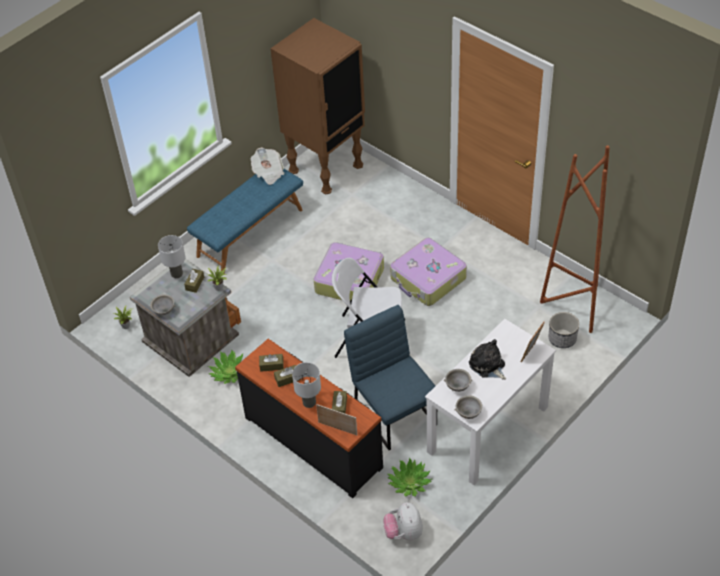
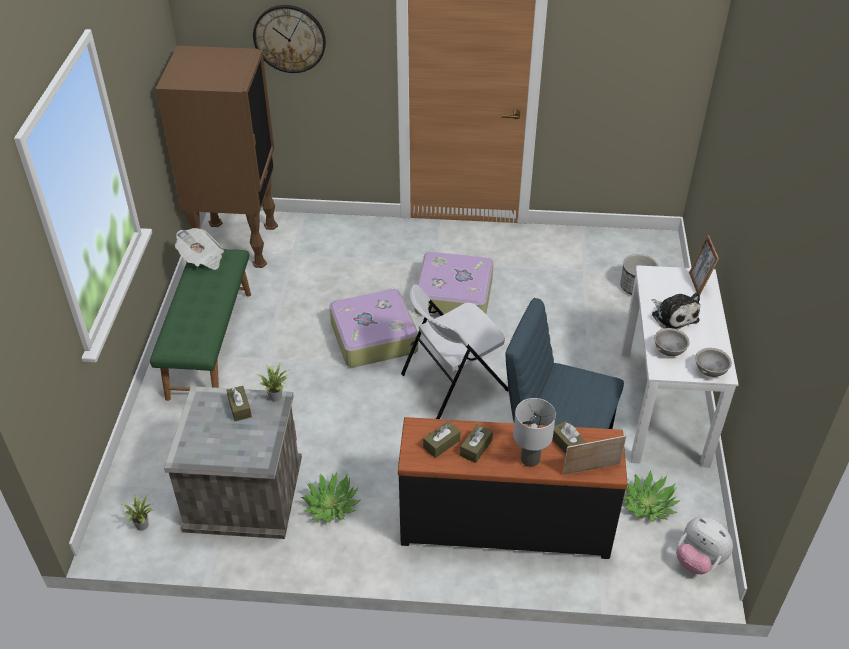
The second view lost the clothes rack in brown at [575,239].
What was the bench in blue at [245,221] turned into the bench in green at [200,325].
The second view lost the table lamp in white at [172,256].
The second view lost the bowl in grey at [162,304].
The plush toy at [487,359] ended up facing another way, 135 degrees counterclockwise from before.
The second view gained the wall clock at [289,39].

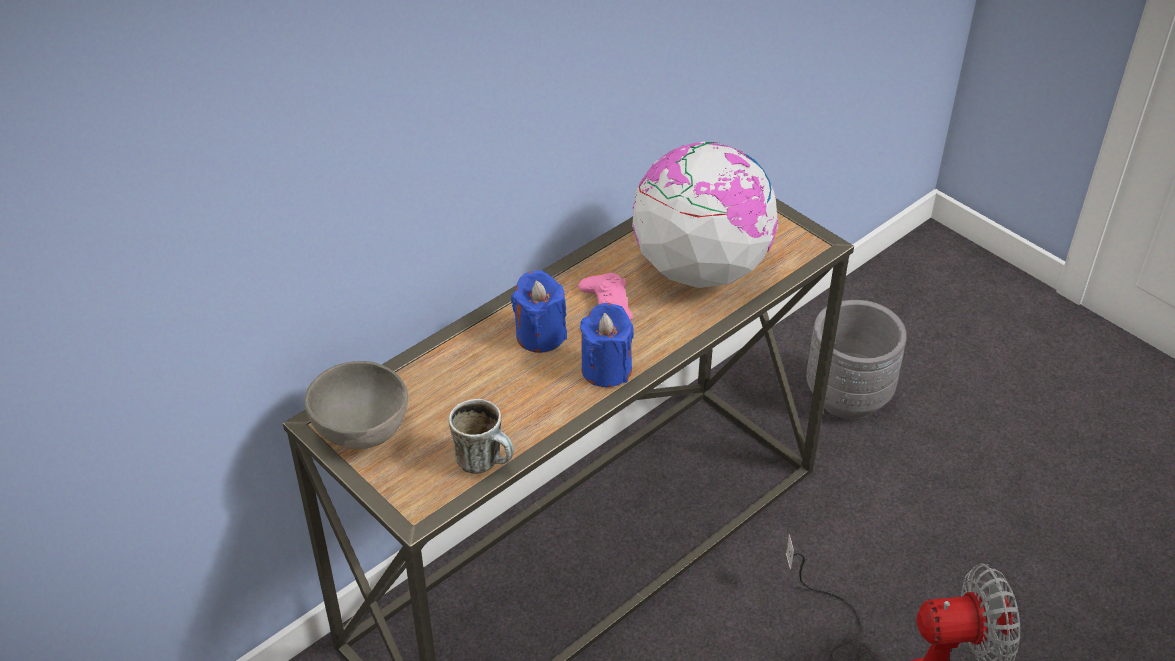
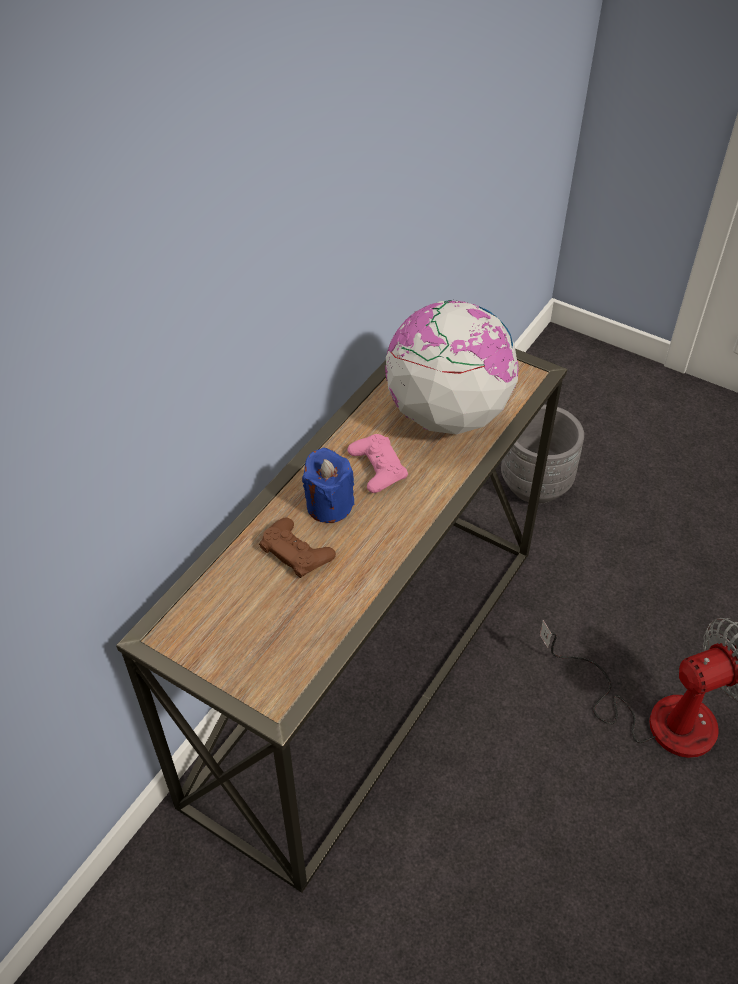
The second view lost the candle in blue at [607,345].
The second view lost the bowl in grey at [356,405].
The second view lost the mug at [481,436].
The second view gained the game controller in brown at [297,548].

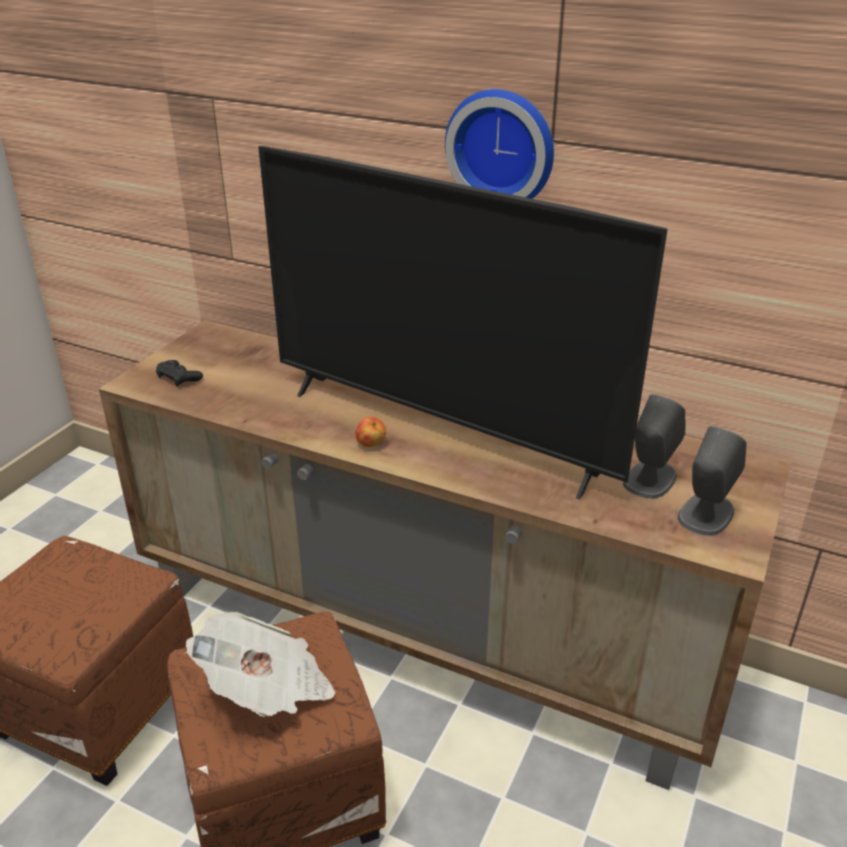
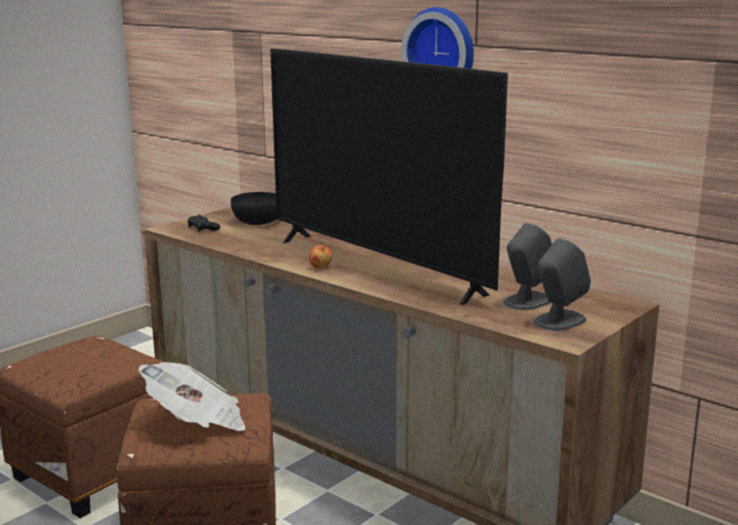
The second view gained the bowl in black at [254,208].

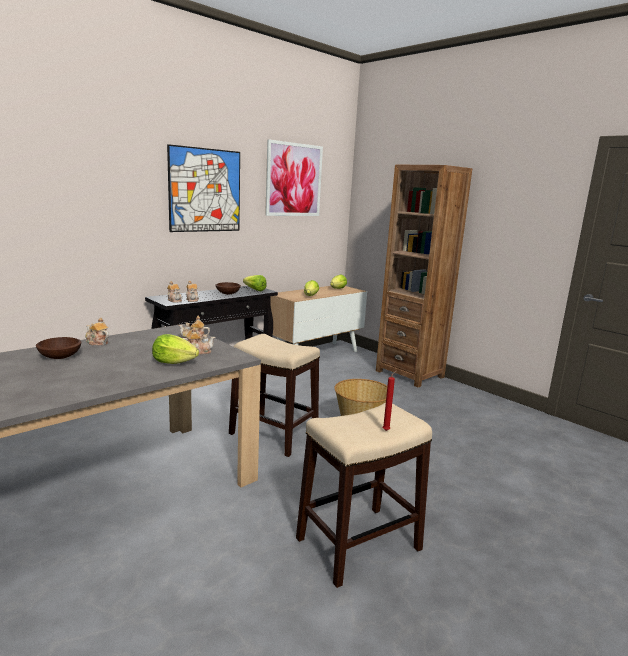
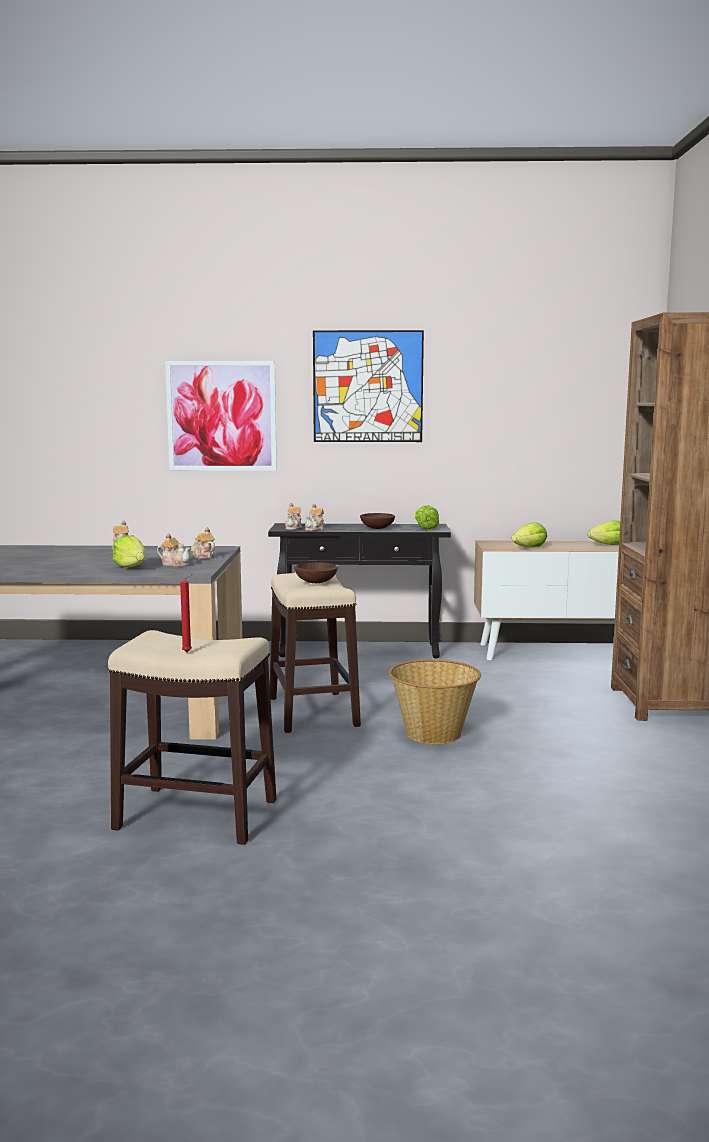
The picture ended up elsewhere, having gone from [294,177] to [221,416].
The bowl in brown ended up elsewhere, having gone from [58,348] to [316,572].

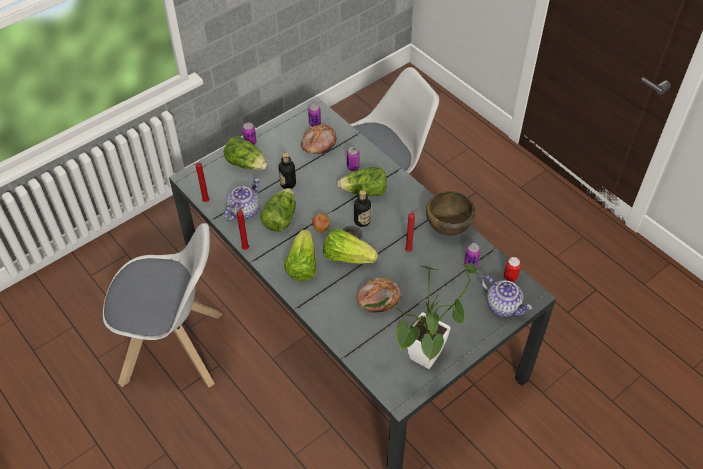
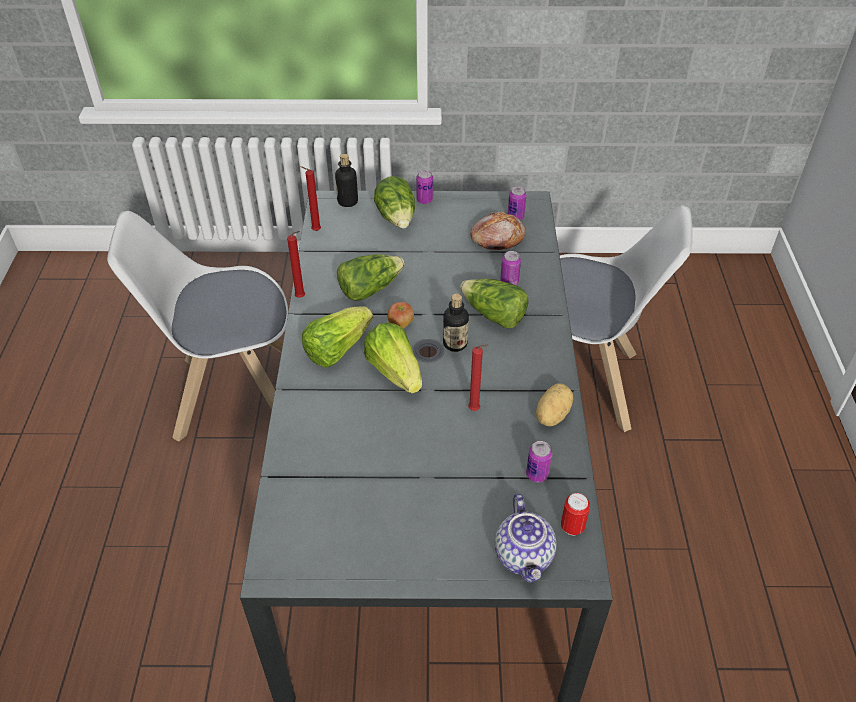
The bottle ended up elsewhere, having gone from [287,171] to [346,180].
The second view lost the teapot at [242,200].
Where the bowl in brown stood at [450,213], the potato came to stand at [554,405].
The chair at [163,305] ended up facing another way, 135 degrees clockwise from before.
The second view lost the potted plant at [419,316].
The second view lost the bread at [378,295].

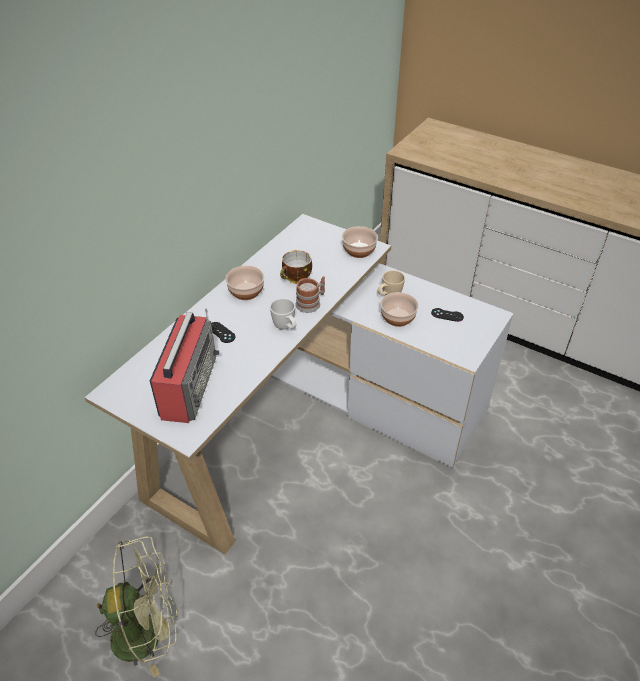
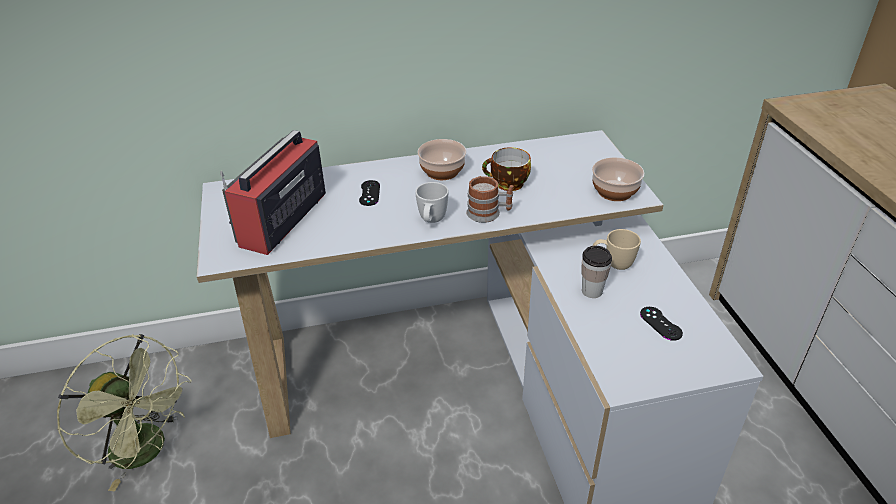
Where the bowl stood at [399,309], the cup came to stand at [596,272].
The radio at [184,365] ended up facing another way, 150 degrees clockwise from before.

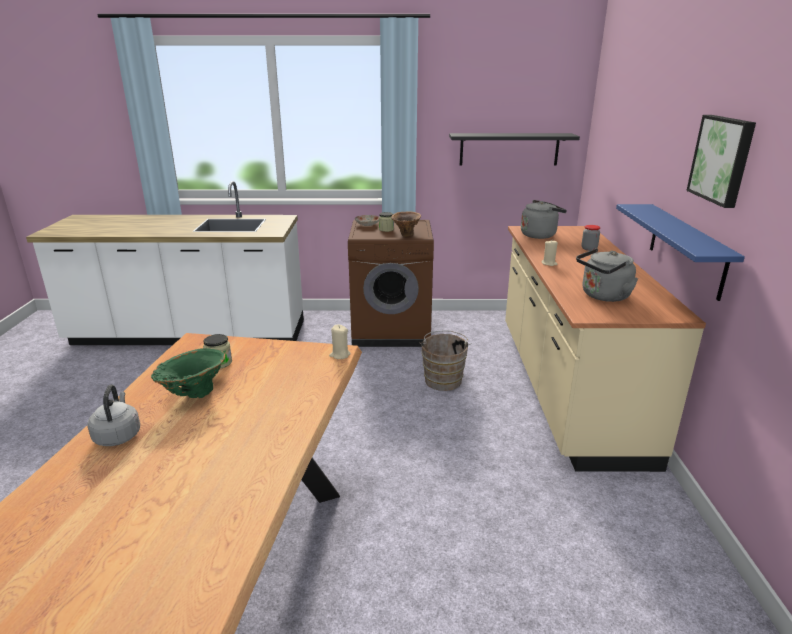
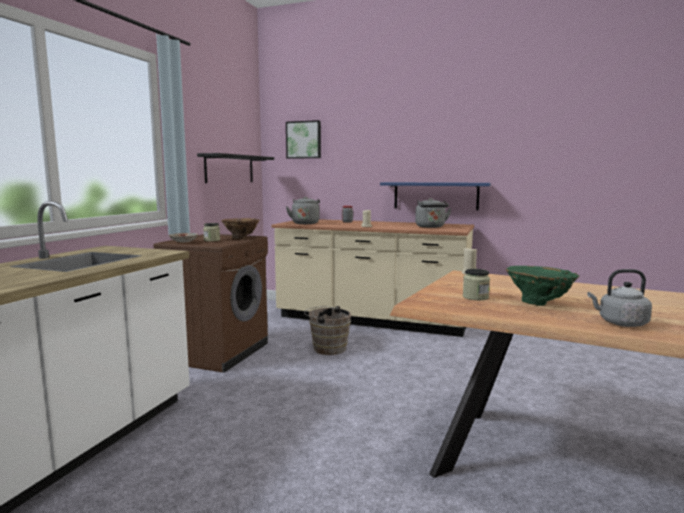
The picture ended up elsewhere, having gone from [721,161] to [303,139].

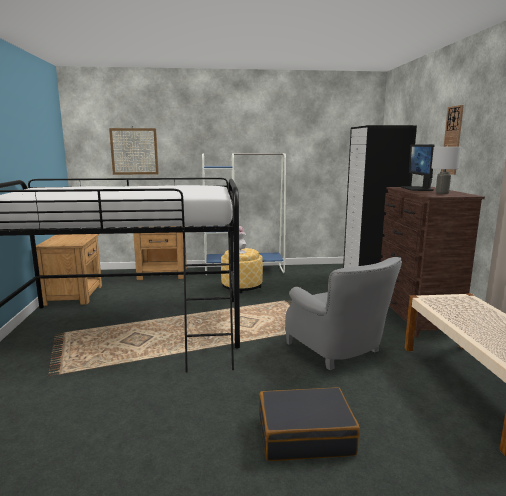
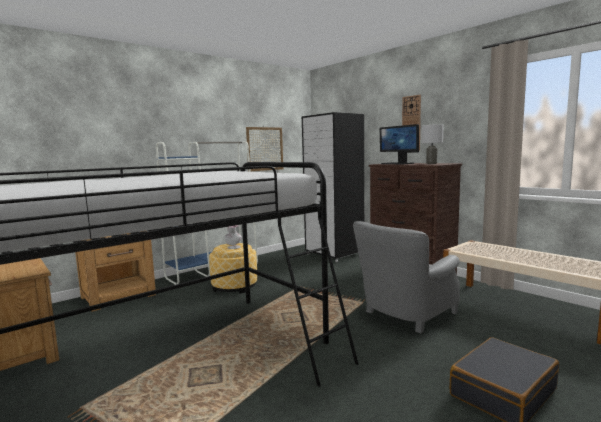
The picture ended up elsewhere, having gone from [134,151] to [264,149].
The armchair in grey at [343,313] ended up facing another way, 120 degrees clockwise from before.

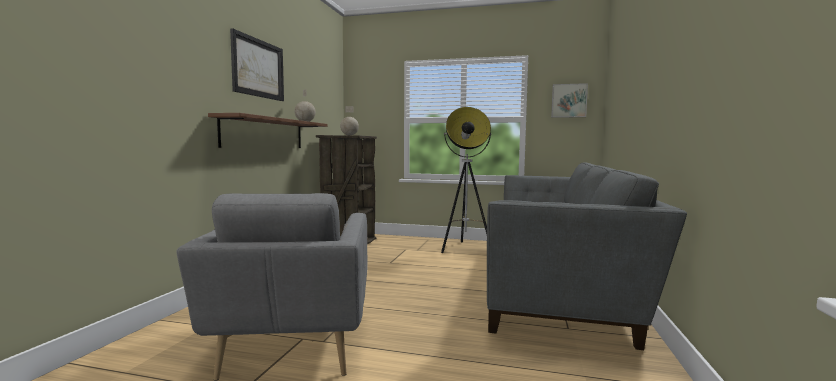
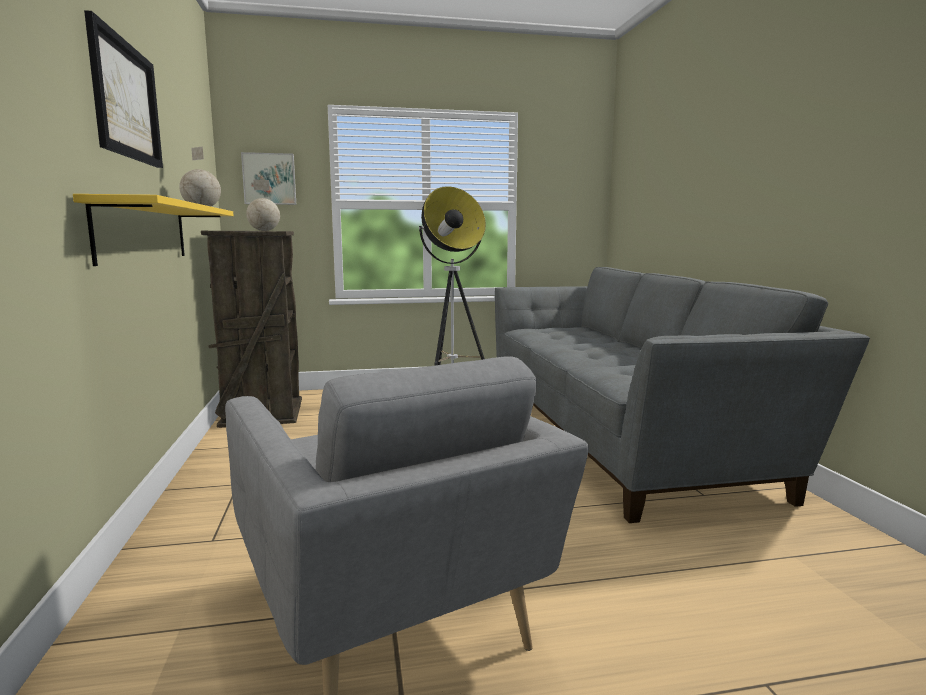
The picture ended up elsewhere, having gone from [569,100] to [268,178].
What was the shelf in brown at [267,130] turned into the shelf in yellow at [153,230].

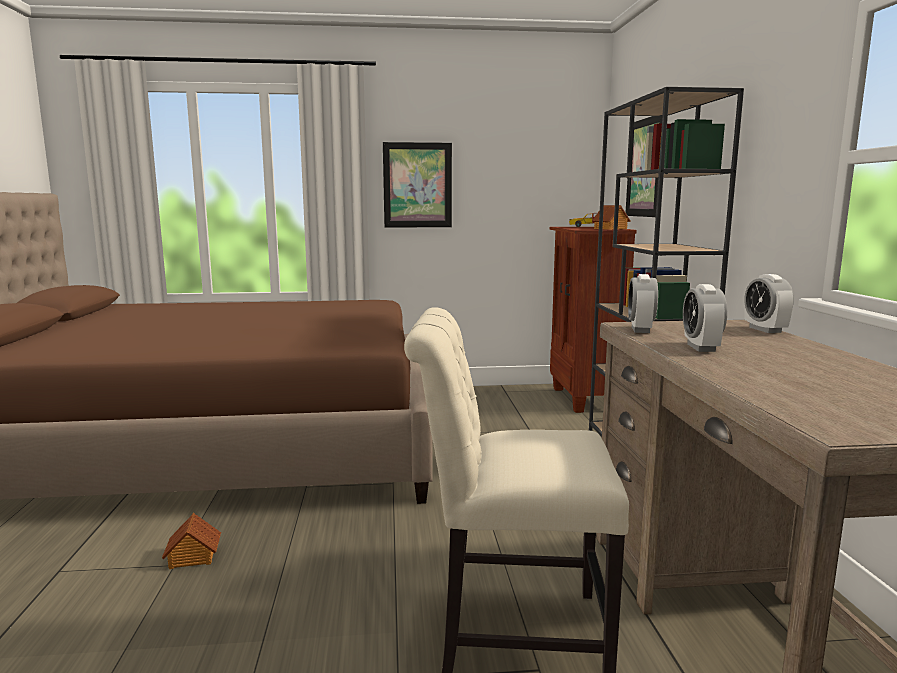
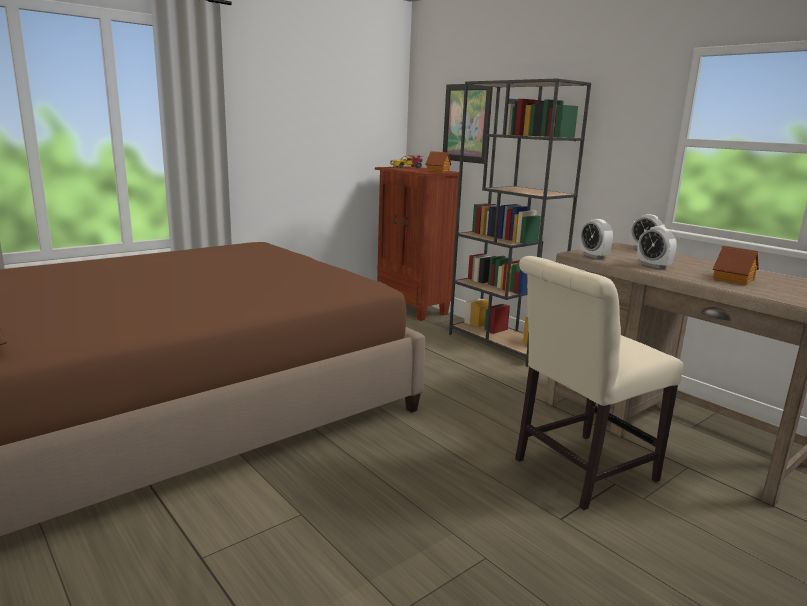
The second view lost the picture at [417,184].
The toy house ended up elsewhere, having gone from [191,541] to [736,265].

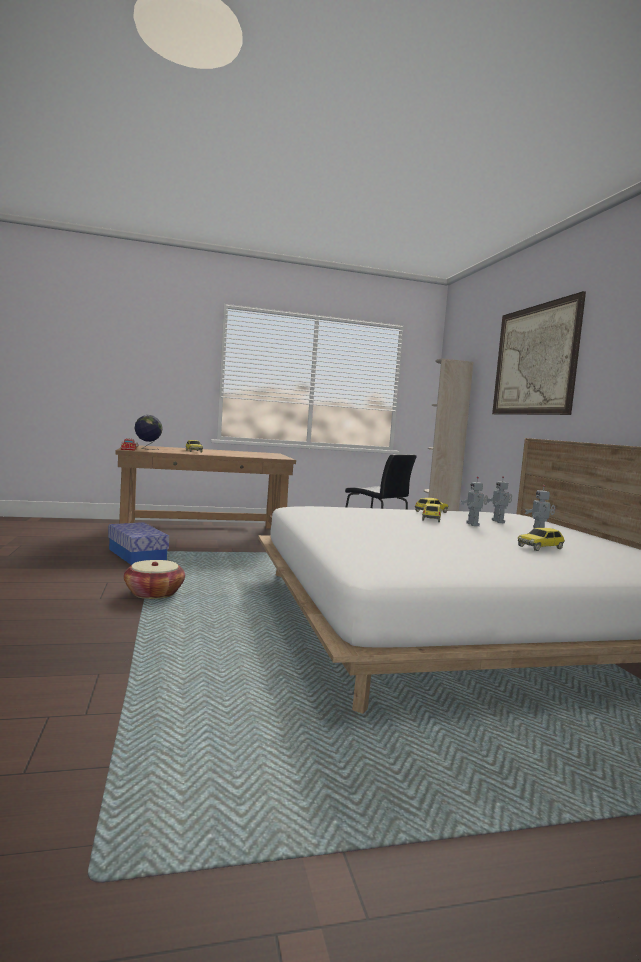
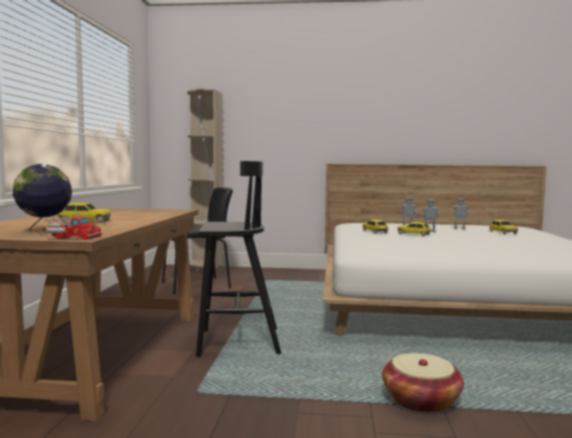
The second view lost the picture at [539,353].
The second view lost the storage box at [138,543].
The second view gained the stool in black at [238,259].

